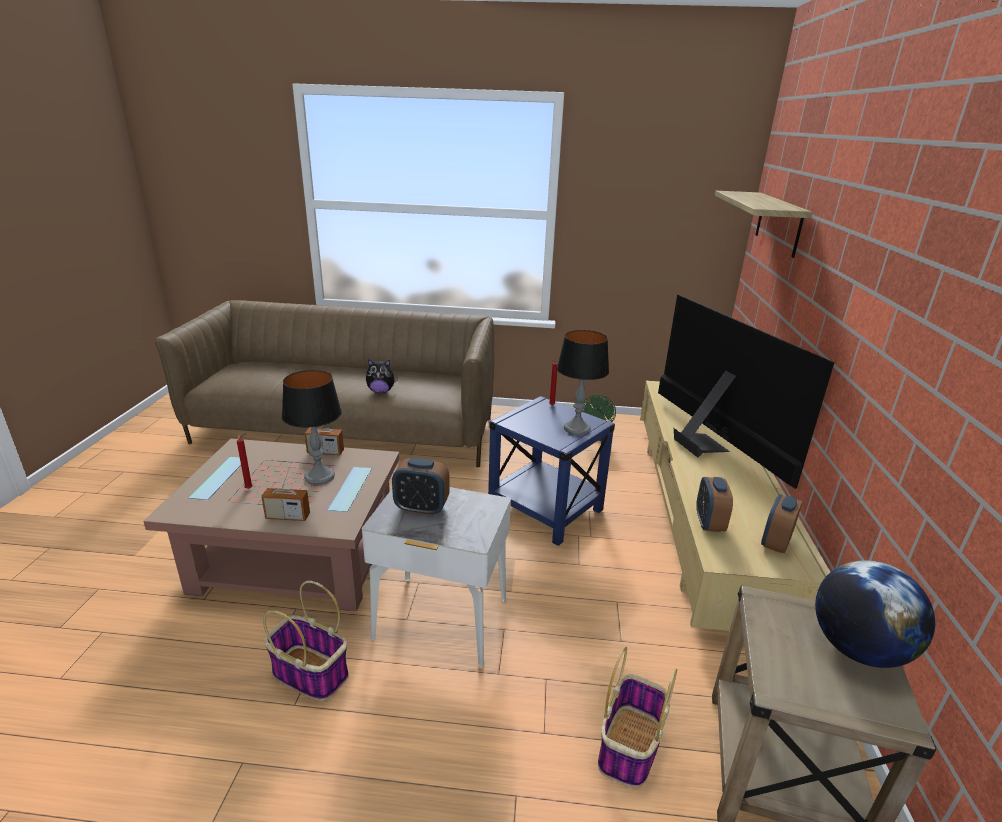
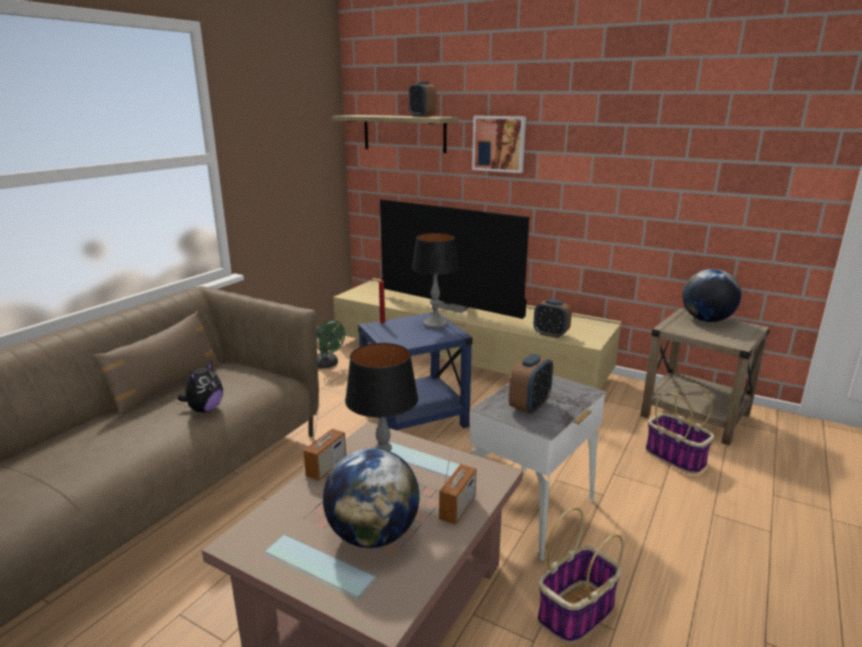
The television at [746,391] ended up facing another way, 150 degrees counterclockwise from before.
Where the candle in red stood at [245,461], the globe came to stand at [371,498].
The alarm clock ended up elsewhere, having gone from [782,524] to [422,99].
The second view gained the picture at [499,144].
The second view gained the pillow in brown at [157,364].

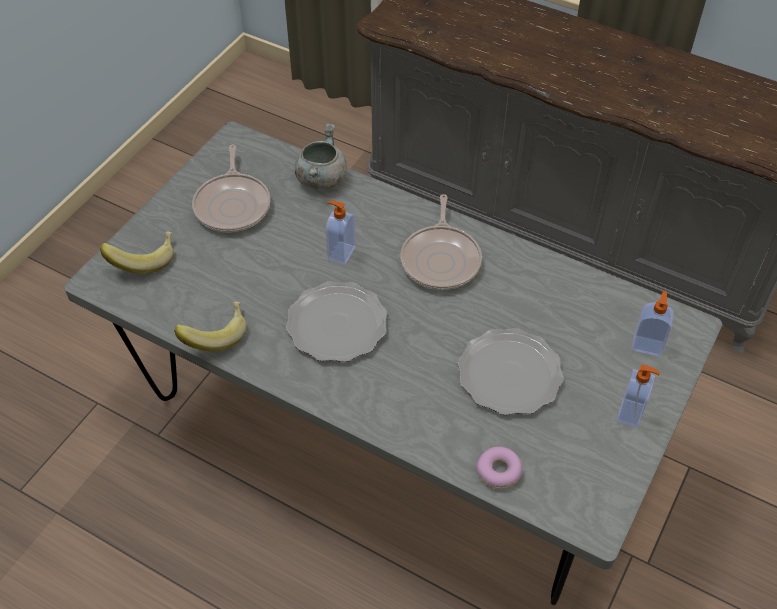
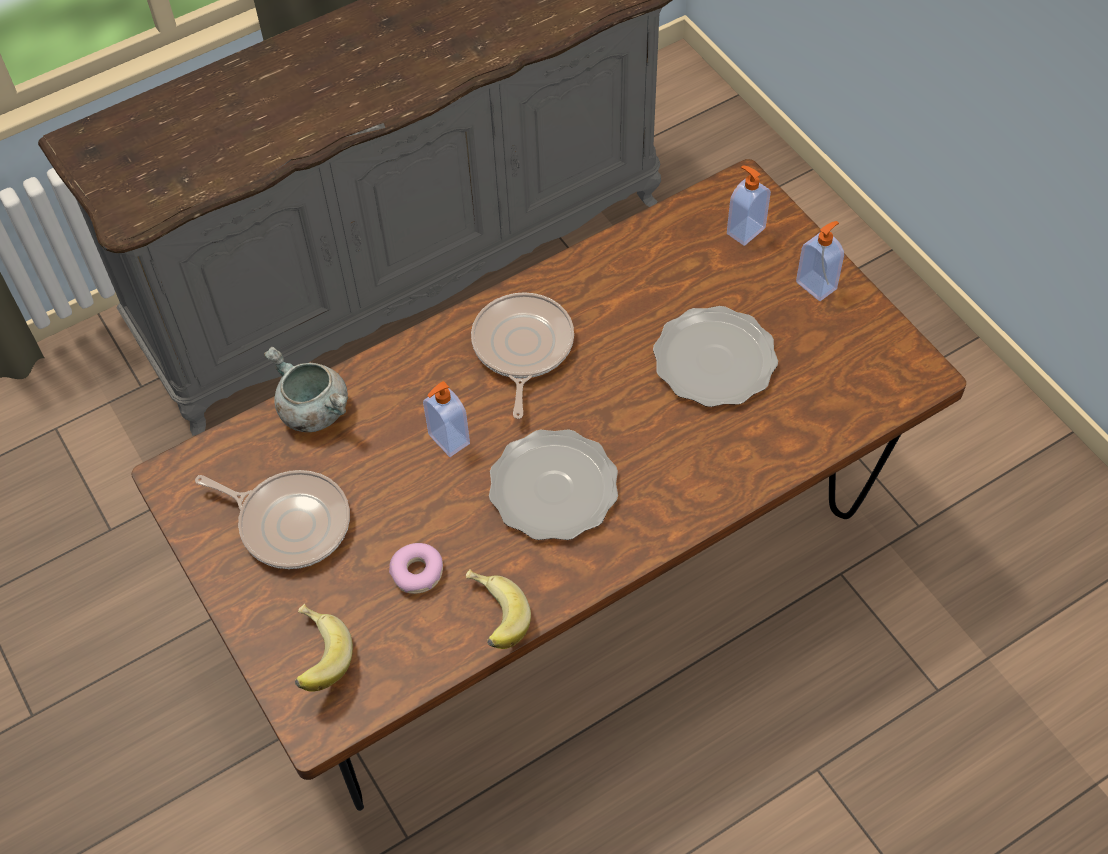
What was the dining table in grey at [393,363] turned into the dining table in brown at [549,485].
The frying pan at [441,242] ended up facing another way, 120 degrees counterclockwise from before.
The donut ended up elsewhere, having gone from [499,467] to [416,568].

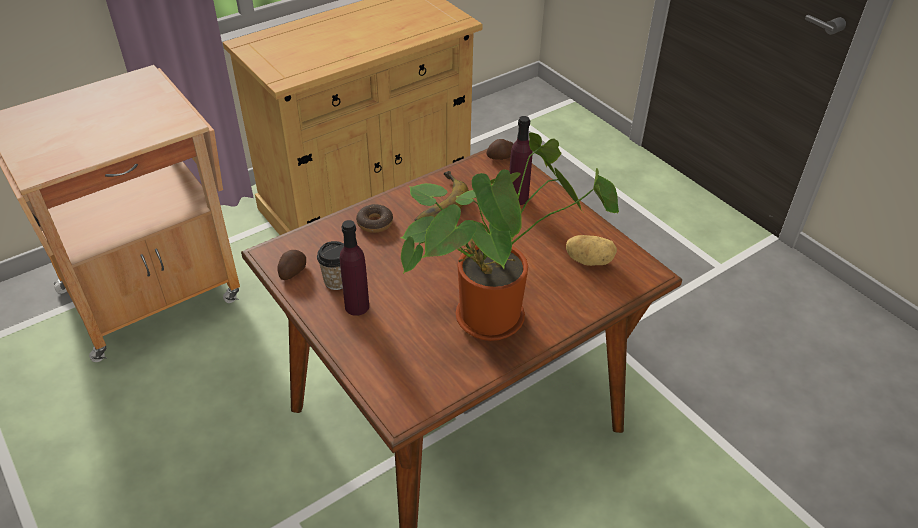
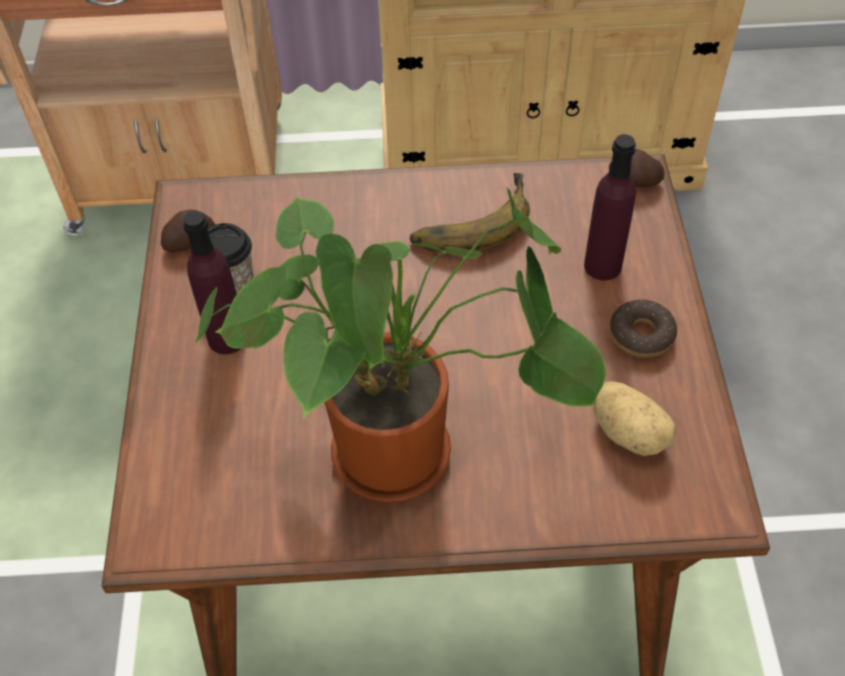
The donut ended up elsewhere, having gone from [374,218] to [643,329].

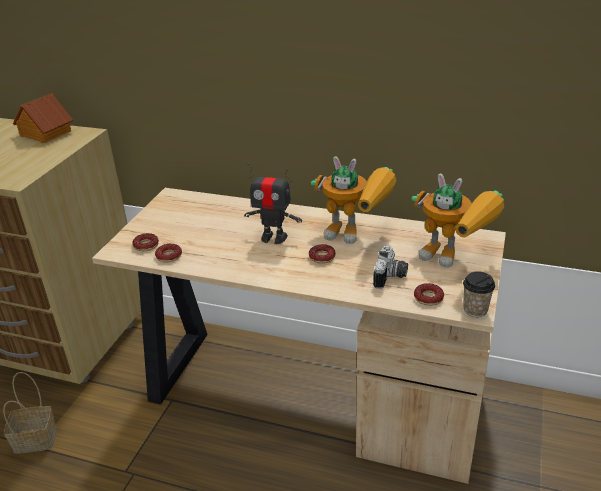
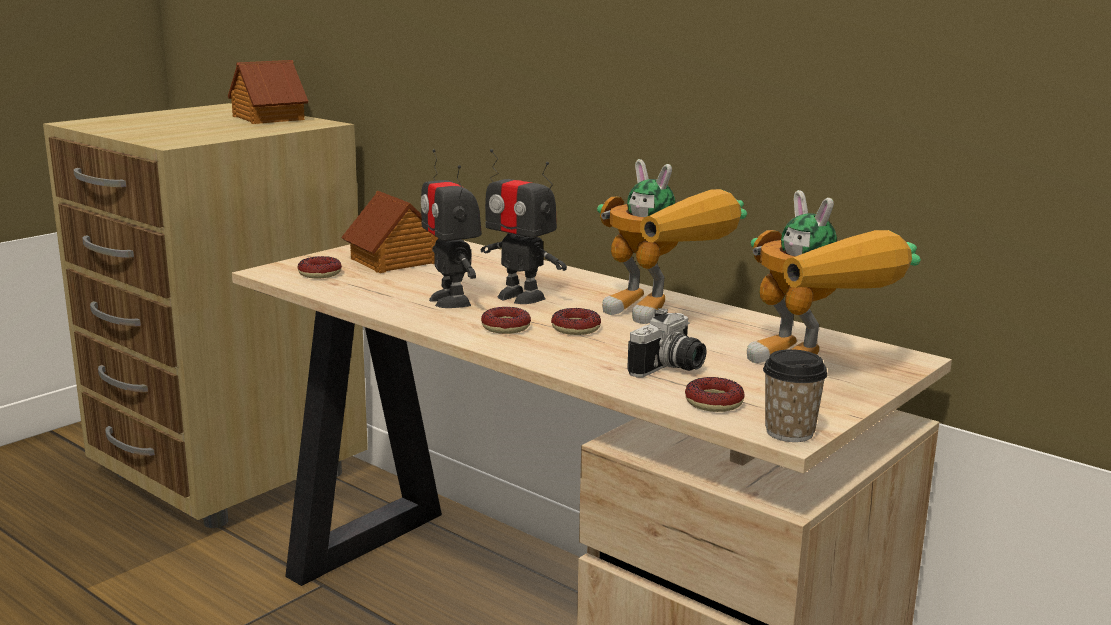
The donut ended up elsewhere, having gone from [168,253] to [506,320].
The second view lost the basket at [30,413].
The second view gained the toy robot at [451,228].
The second view gained the toy house at [389,232].

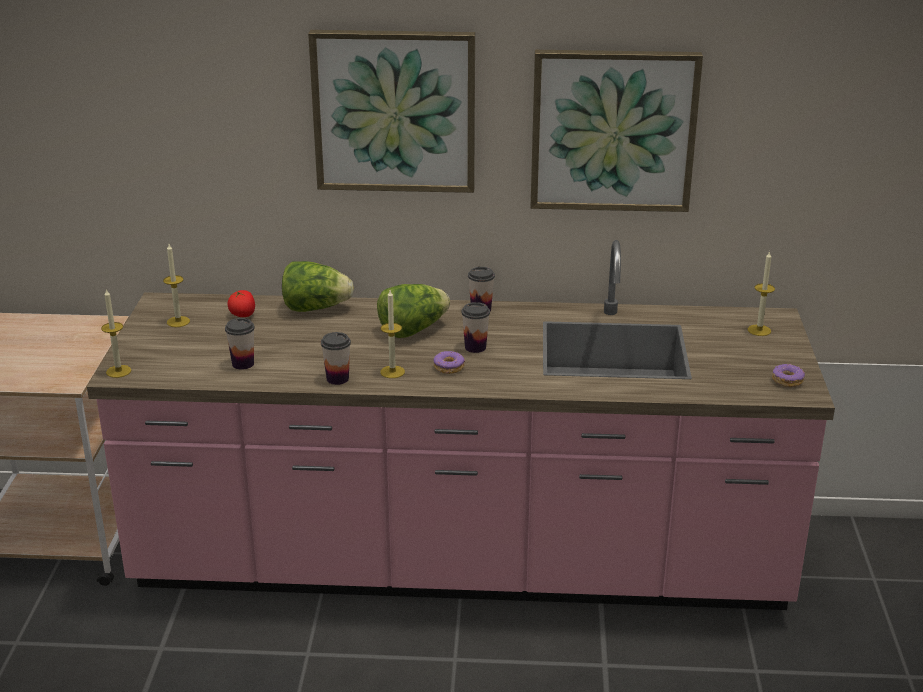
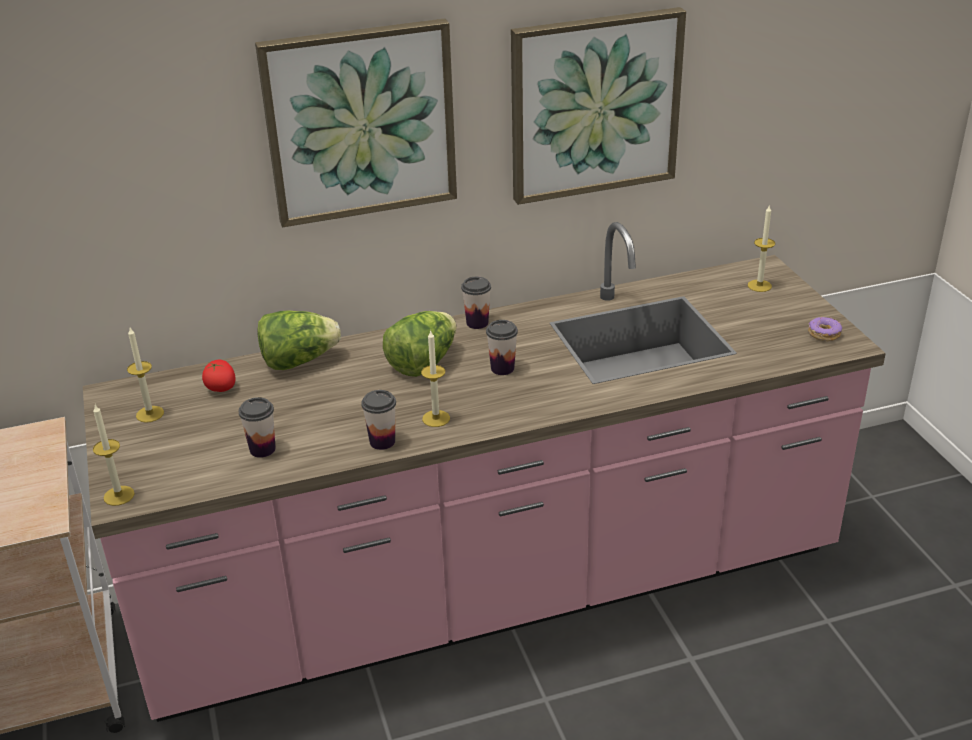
The second view lost the donut at [449,362].

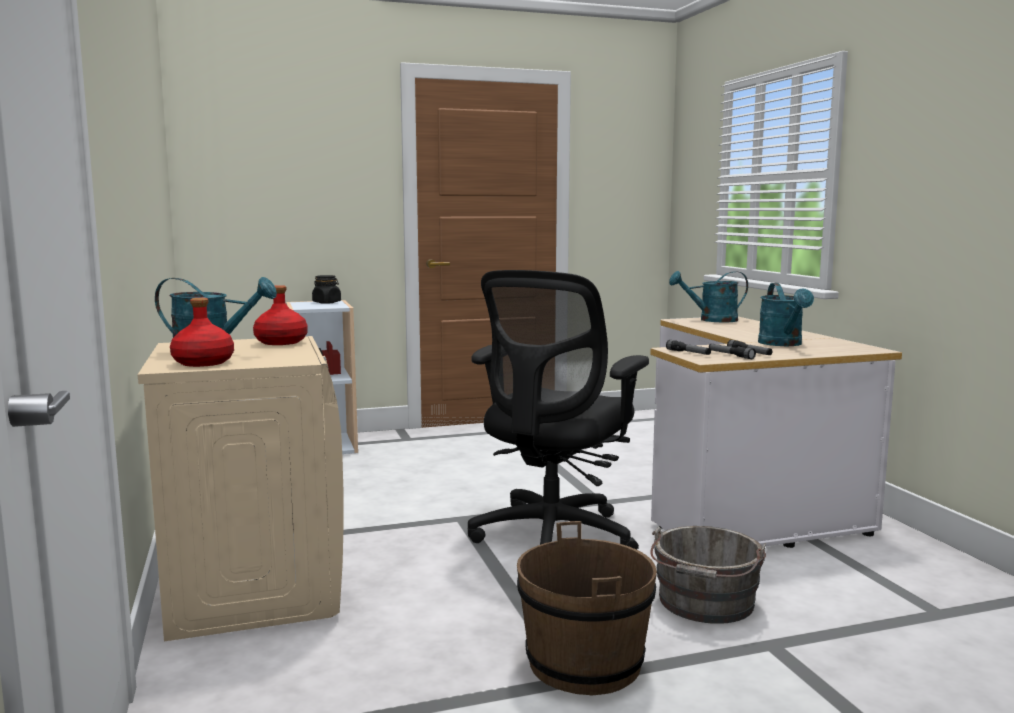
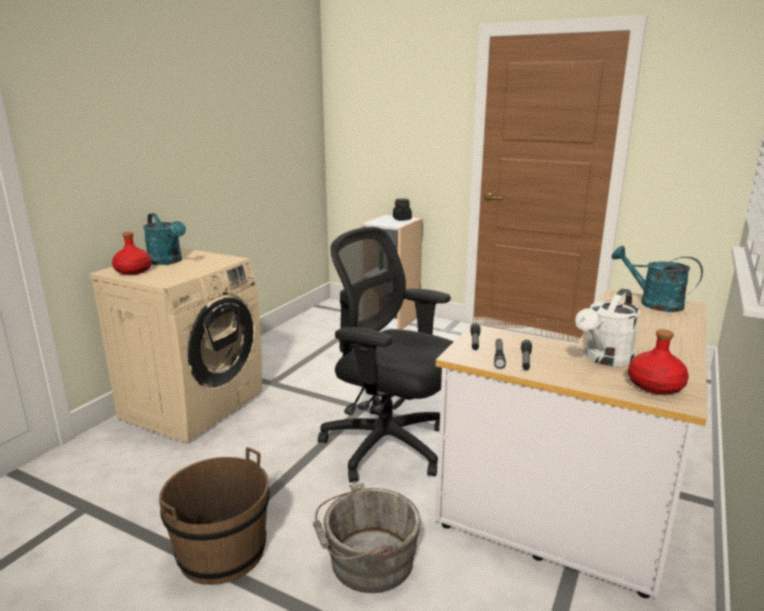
The office chair in black at [558,409] ended up facing another way, 45 degrees clockwise from before.
What was the watering can in turquoise at [786,314] turned into the watering can in white at [607,327].
The bottle in red ended up elsewhere, having gone from [280,315] to [658,362].

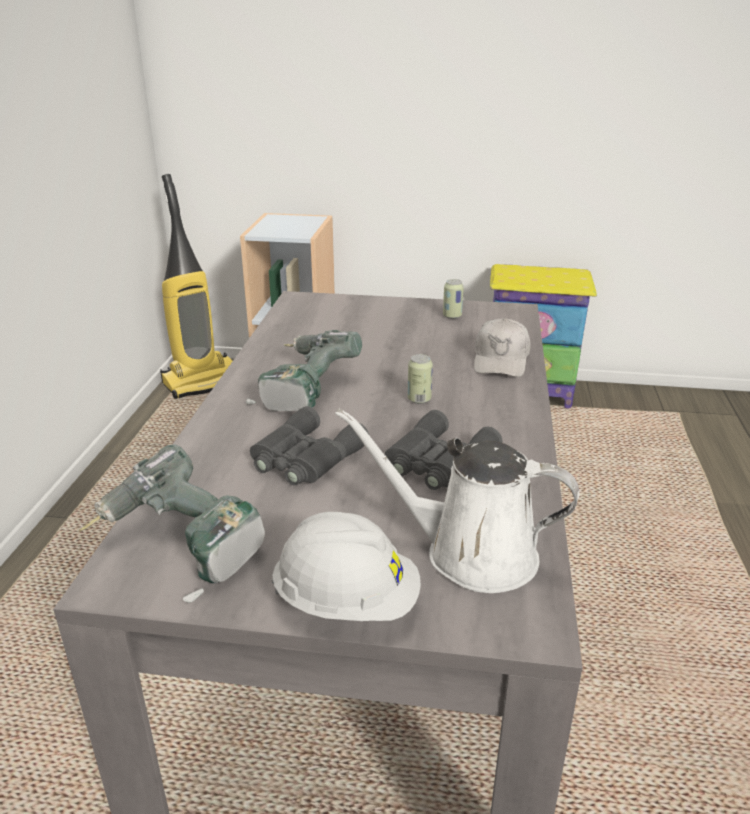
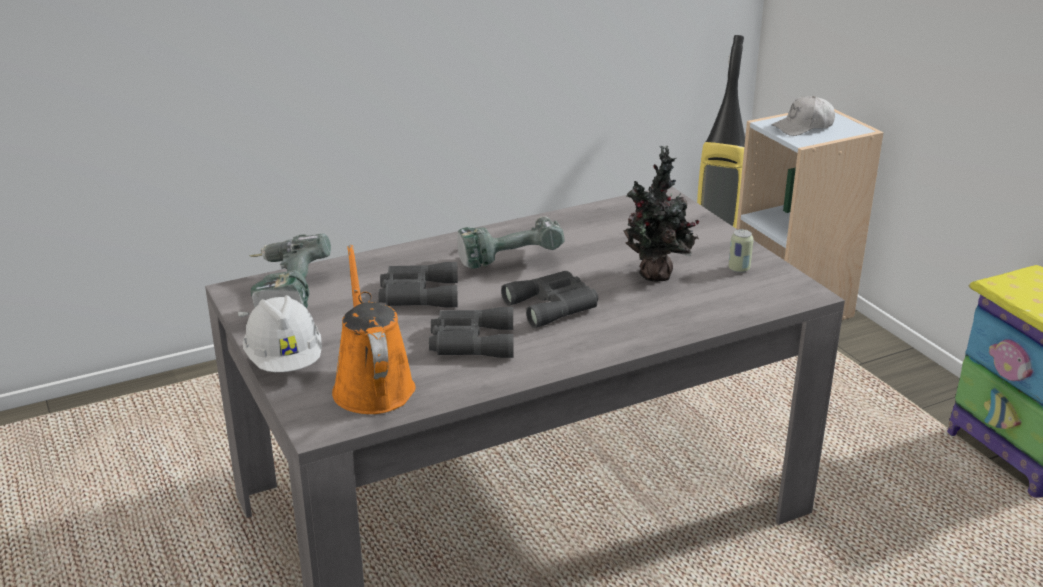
The cap in white ended up elsewhere, having gone from [502,347] to [803,116].
Where the can stood at [420,379], the binoculars in grey came to stand at [549,299].
What was the watering can in white at [457,500] turned into the watering can in orange at [373,329].
The second view gained the potted plant at [661,214].

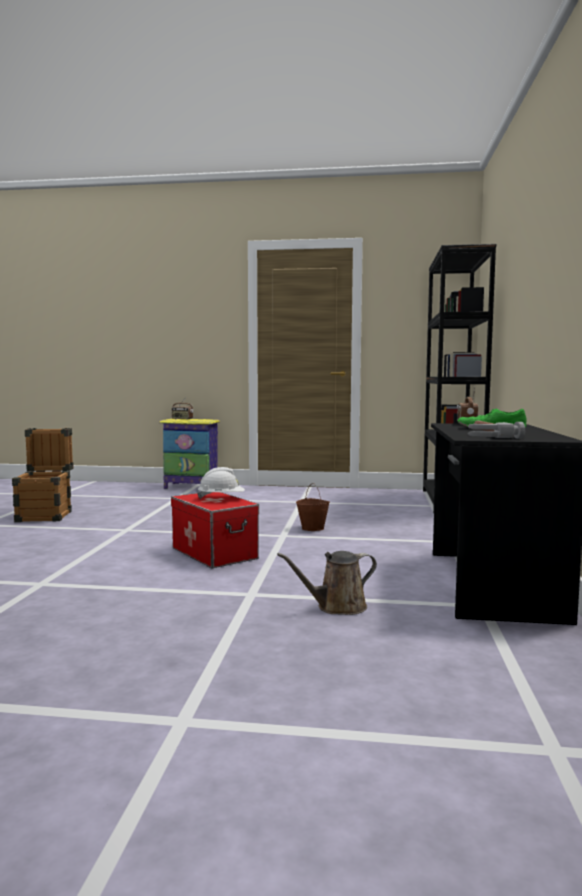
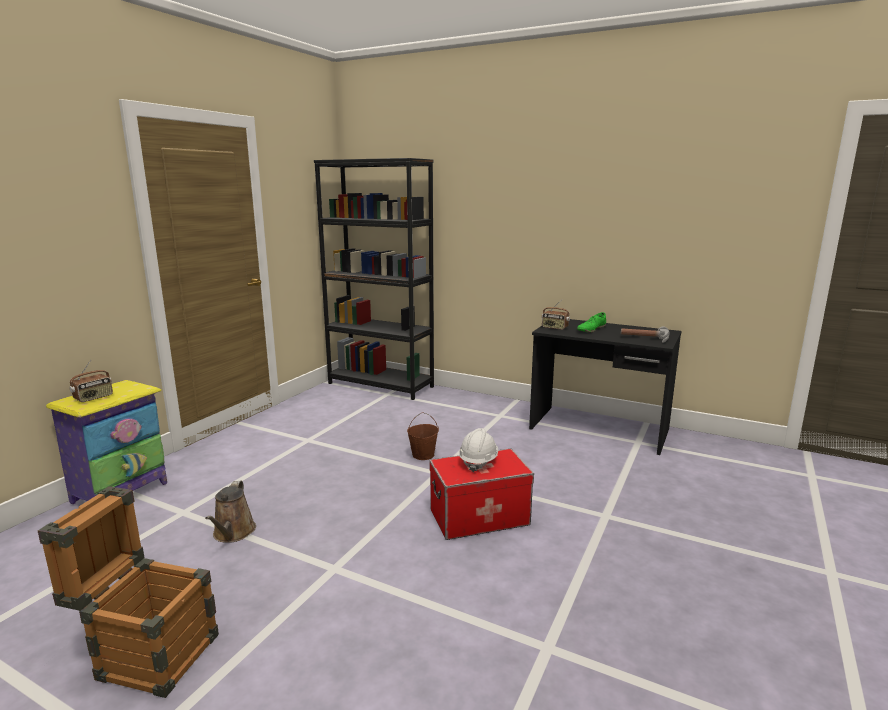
The watering can in brown ended up elsewhere, having gone from [327,583] to [230,512].

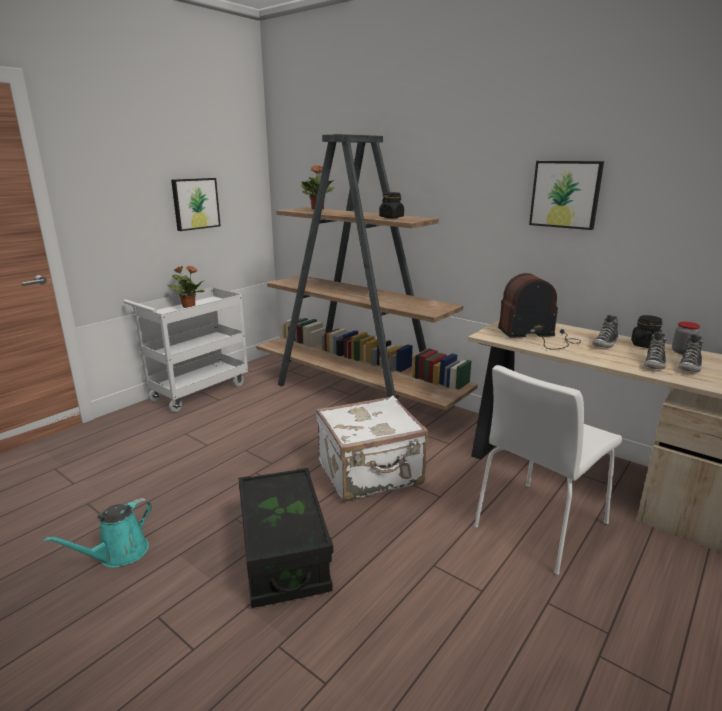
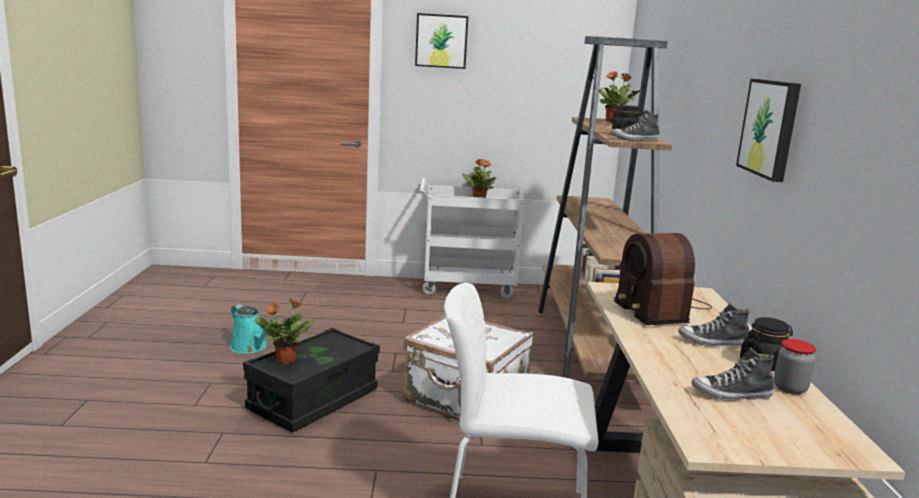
The picture ended up elsewhere, having gone from [196,204] to [441,41].
The radio at [539,311] ended up facing another way, 150 degrees counterclockwise from before.
The shoe ended up elsewhere, having gone from [655,350] to [635,125].
The watering can in turquoise at [97,533] ended up facing another way, 135 degrees counterclockwise from before.
The second view gained the potted plant at [285,331].

